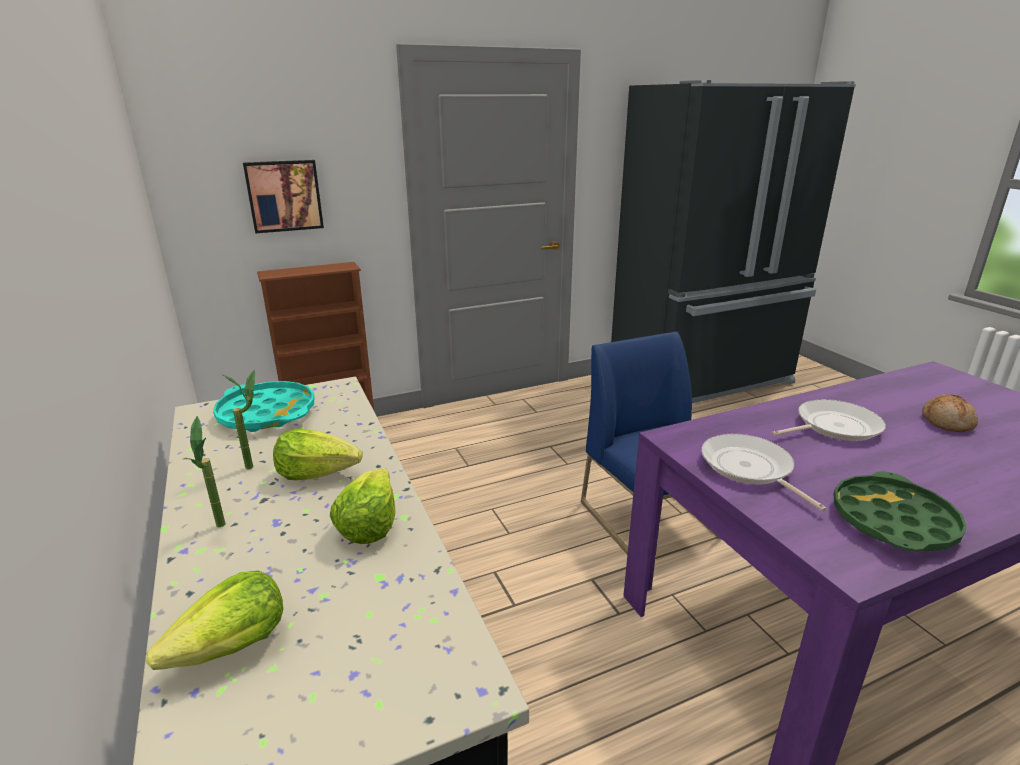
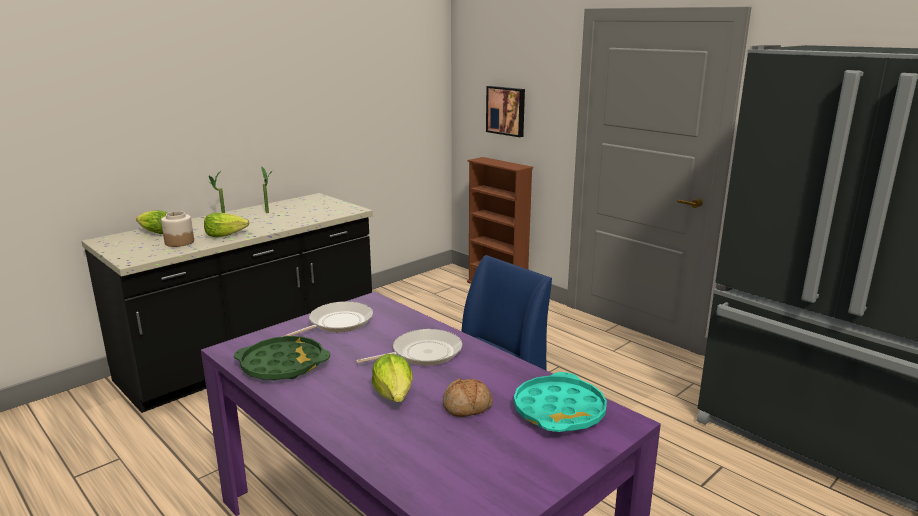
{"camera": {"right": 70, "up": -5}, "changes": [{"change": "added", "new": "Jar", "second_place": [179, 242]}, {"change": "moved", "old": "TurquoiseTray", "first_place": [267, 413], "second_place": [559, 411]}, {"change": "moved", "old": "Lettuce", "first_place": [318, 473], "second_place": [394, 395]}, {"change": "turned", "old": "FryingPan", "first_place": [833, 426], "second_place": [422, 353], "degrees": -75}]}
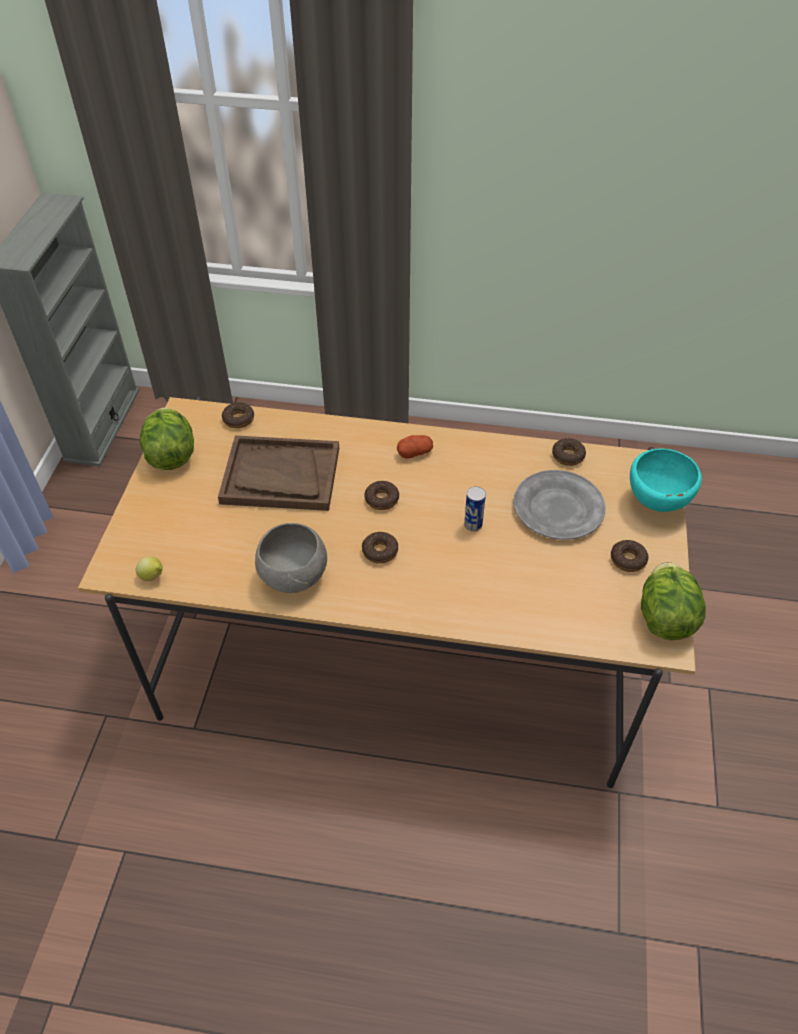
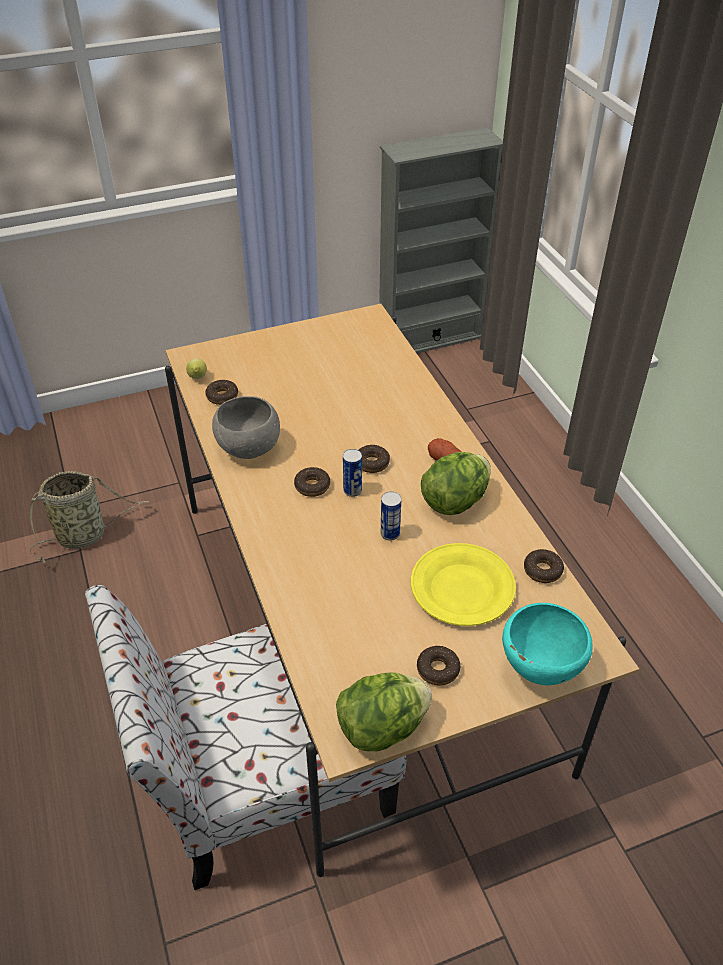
{"camera": {"right": 60, "up": -5}, "changes": [{"change": "removed", "old": "BrownTray", "first_place": [280, 476]}, {"change": "added", "new": "Basket", "second_place": [85, 535]}, {"change": "added", "new": "Chair", "second_place": [263, 776]}, {"change": "added", "new": "Can", "second_place": [352, 490]}, {"change": "moved", "old": "Lettuce", "first_place": [171, 455], "second_place": [455, 501]}, {"change": "moved", "old": "Donut", "first_place": [238, 419], "second_place": [222, 396]}, {"change": "recoloured", "old": "GreyPlate", "new": "YellowPlate", "first_place": [558, 509], "second_place": [461, 588]}]}
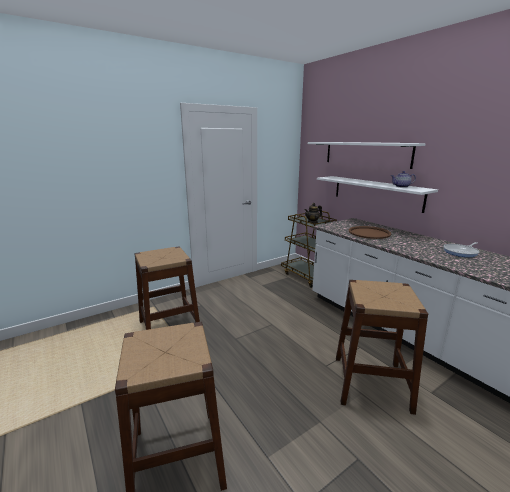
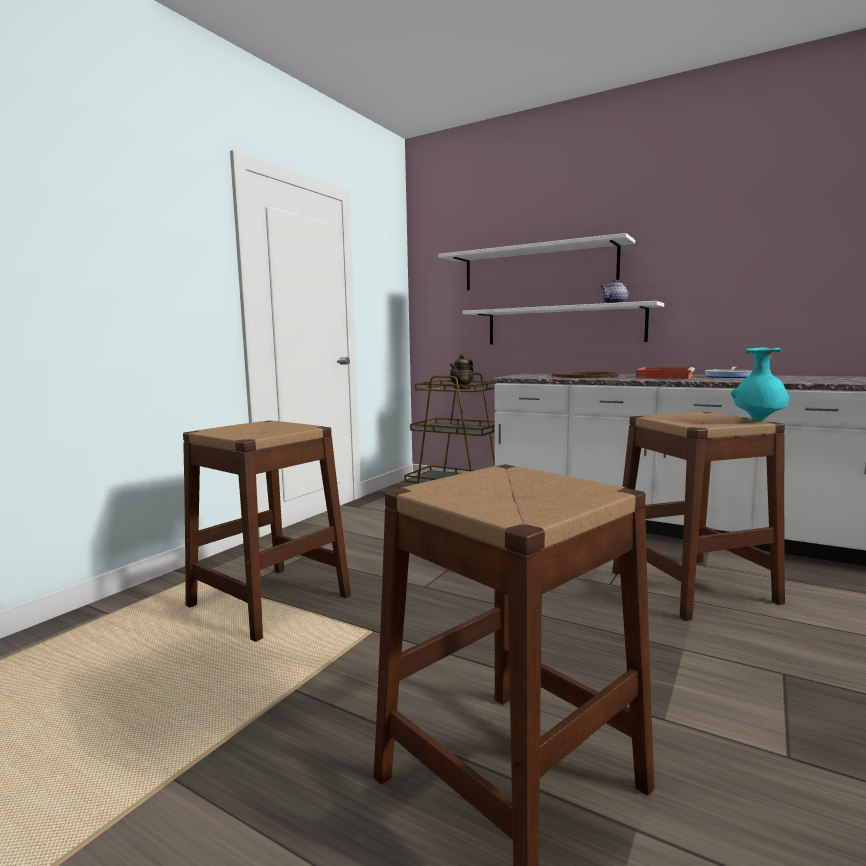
{"camera": {"right": -25, "up": -10}, "changes": [{"change": "added", "new": "RedTray", "second_place": [664, 376]}, {"change": "added", "new": "TurquoiseVase", "second_place": [758, 420]}]}
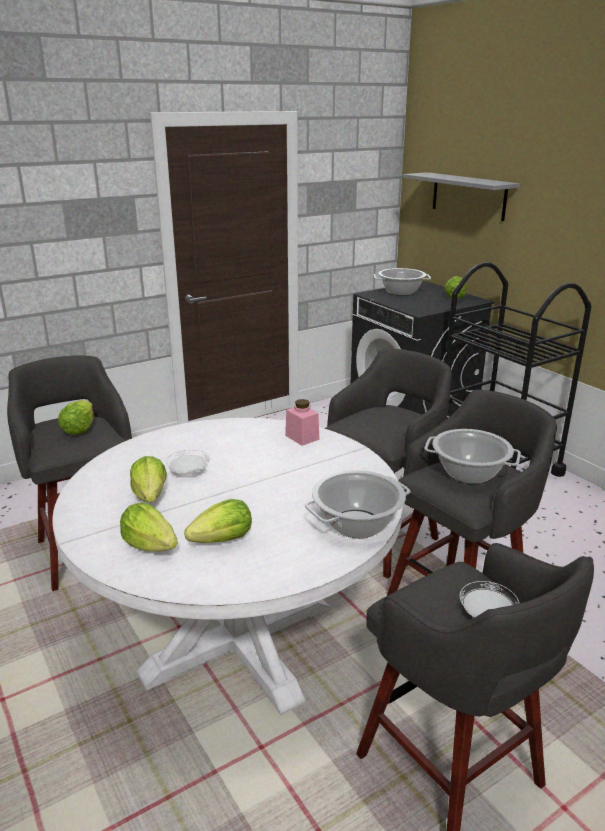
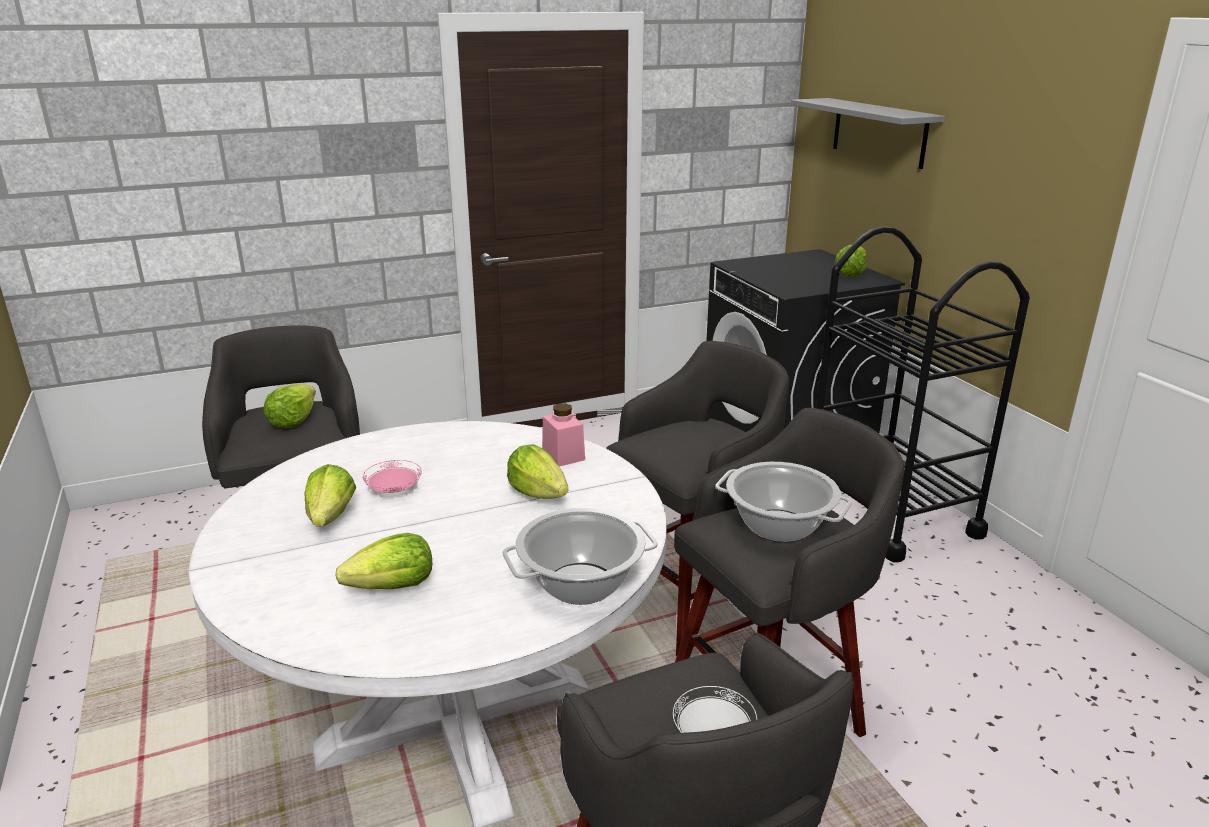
{"camera": {"right": 10, "up": 0}, "changes": [{"change": "removed", "old": "CookingPot", "first_place": [400, 292]}, {"change": "moved", "old": "Lettuce", "first_place": [150, 545], "second_place": [538, 493]}, {"change": "recoloured", "old": "WhitePlate", "new": "PinkPlate", "first_place": [189, 472], "second_place": [394, 490]}]}
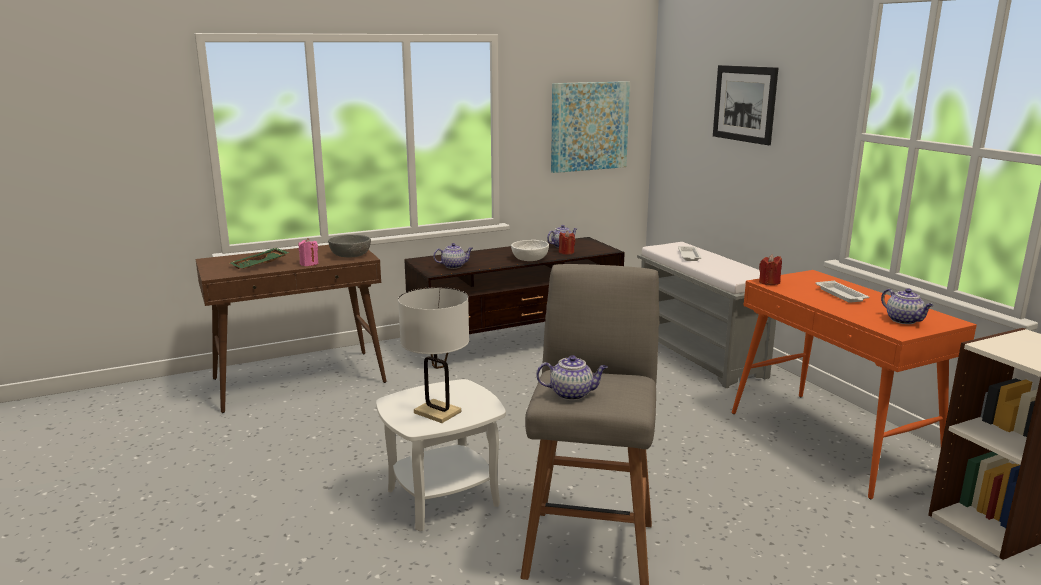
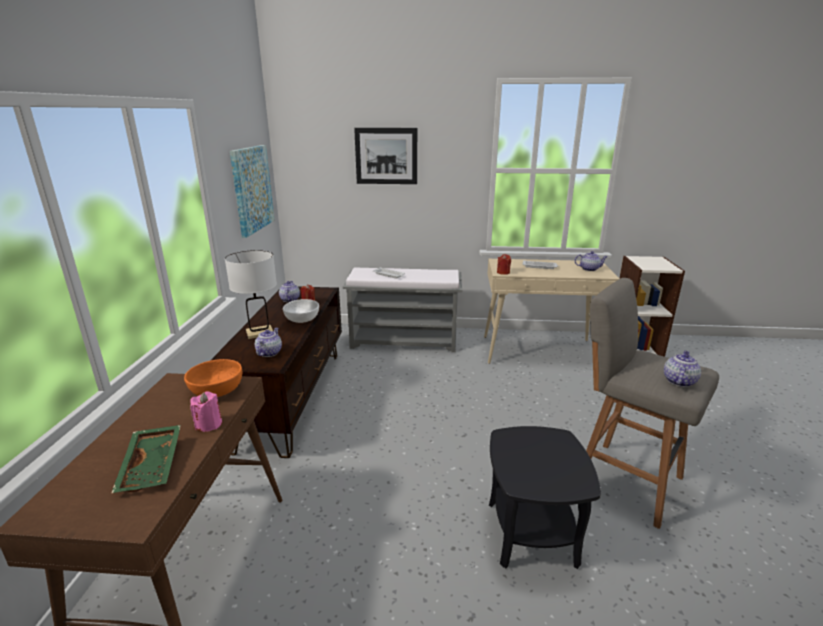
{"camera": {"right": -60, "up": 5}, "changes": [{"change": "moved", "old": "WhiteTableLamp", "first_place": [437, 412], "second_place": [260, 332]}, {"change": "recoloured", "old": "GreyBowl", "new": "OrangeBowl", "first_place": [350, 255], "second_place": [216, 390]}, {"change": "recoloured", "old": "WhiteSideTable", "new": "BlackSideTable", "first_place": [443, 498], "second_place": [531, 533]}, {"change": "recoloured", "old": "OrangeConsoleTable", "new": "BeigeConsoleTable", "first_place": [832, 441], "second_place": [540, 351]}]}
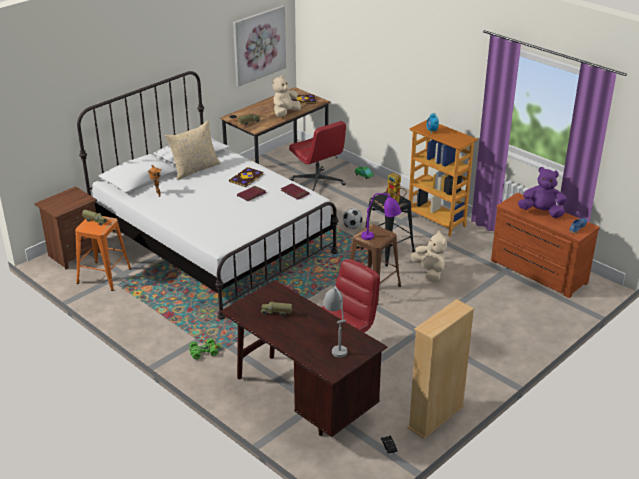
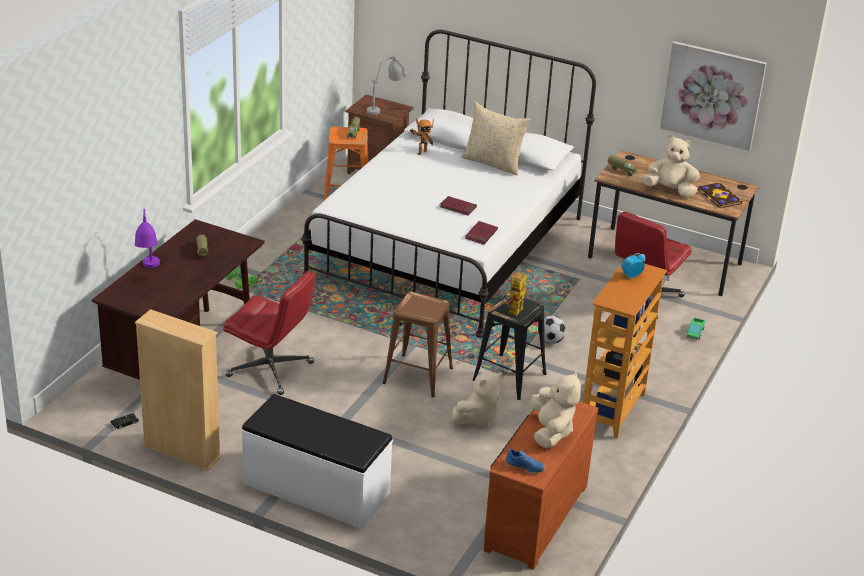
{"camera": {"right": 70, "up": 0}, "changes": [{"change": "removed", "old": "Book", "first_place": [246, 178]}, {"change": "added", "new": "WhiteBench", "second_place": [316, 489]}, {"change": "moved", "old": "GreyTableLamp", "first_place": [335, 341], "second_place": [386, 109]}, {"change": "moved", "old": "PurpleTableLamp", "first_place": [381, 238], "second_place": [149, 273]}, {"change": "recoloured", "old": "PurplePlushToy", "new": "BeigePlushToy", "first_place": [541, 212], "second_place": [551, 432]}]}
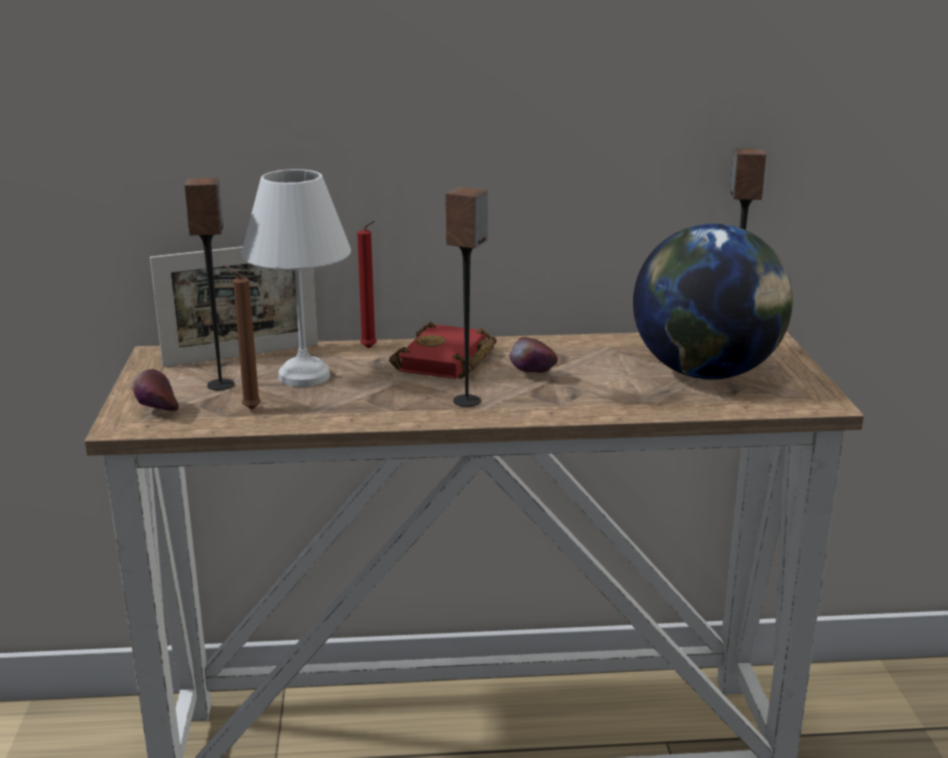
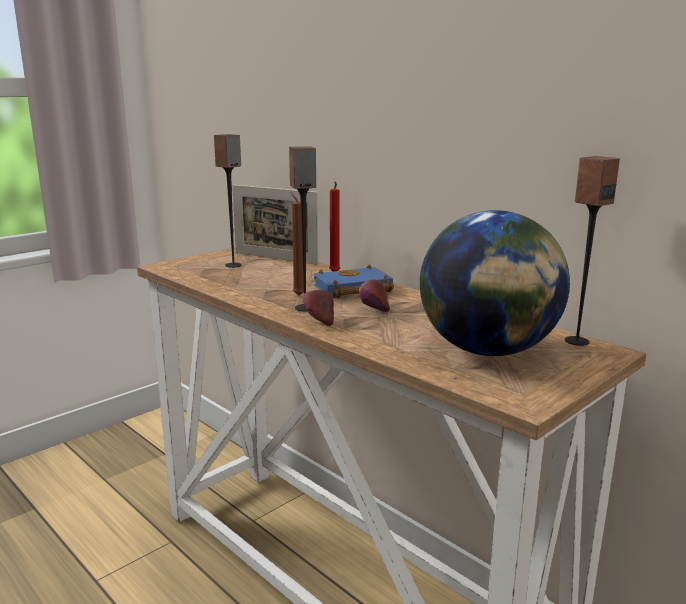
{"camera": {"right": 50, "up": -5}, "changes": [{"change": "removed", "old": "WhiteTableLamp", "first_place": [305, 377]}, {"change": "moved", "old": "Apple", "first_place": [157, 412], "second_place": [319, 323]}, {"change": "moved", "old": "BrownCandle", "first_place": [248, 409], "second_place": [297, 295]}, {"change": "recoloured", "old": "RedBook", "new": "BlueBook", "first_place": [447, 361], "second_place": [352, 290]}]}
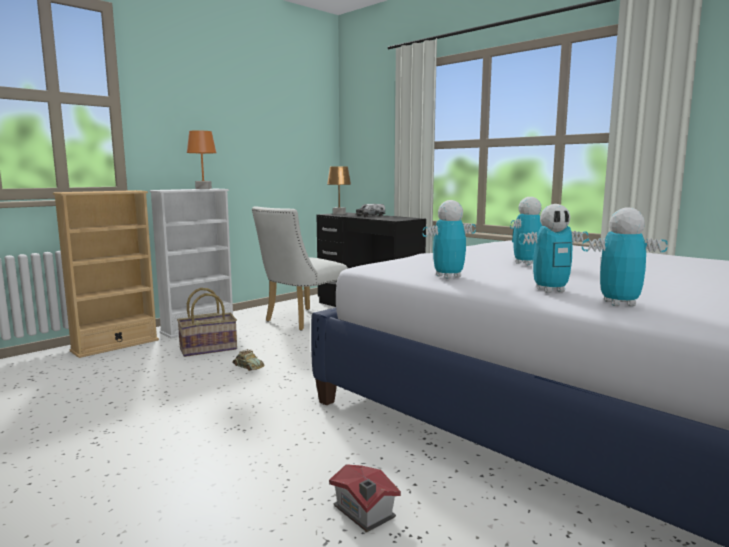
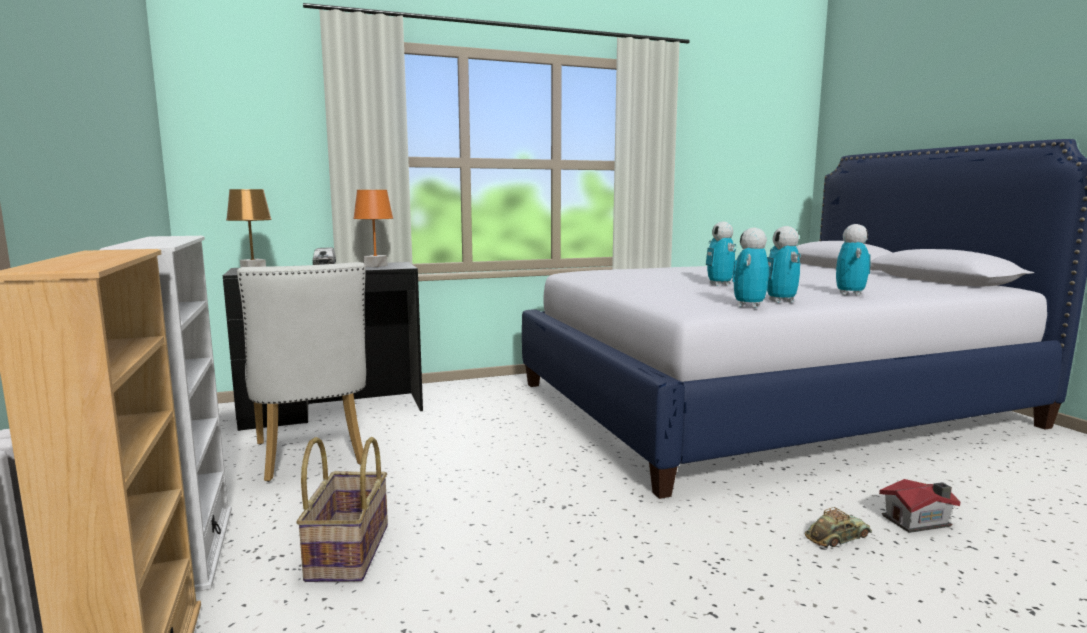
{"camera": {"right": -65, "up": 0}, "changes": [{"change": "moved", "old": "OrangeTableLamp", "first_place": [203, 188], "second_place": [375, 266]}, {"change": "moved", "old": "ToyCar", "first_place": [248, 366], "second_place": [837, 537]}, {"change": "moved", "old": "ToyRobot", "first_place": [619, 303], "second_place": [749, 306]}]}
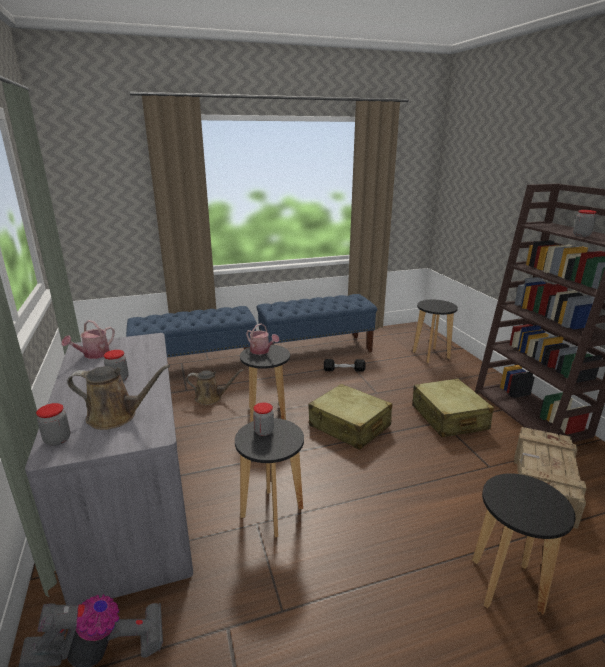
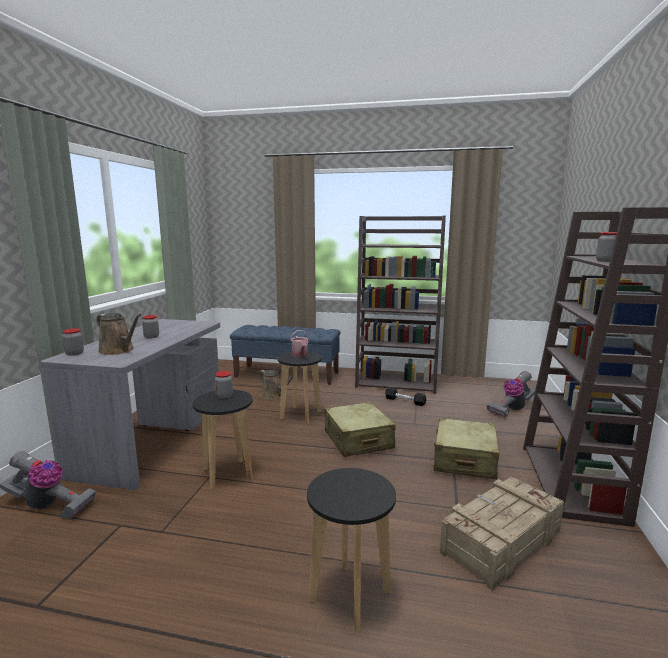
{"camera": {"right": 30, "up": -10}, "changes": [{"change": "removed", "old": "WateringCan", "first_place": [93, 355]}, {"change": "replaced", "old": "BlueBench", "new": "BrownBookcase", "first_place": [316, 350], "second_place": [397, 383]}, {"change": "replaced", "old": "BlackStool", "new": "VacuumCleaner", "first_place": [431, 355], "second_place": [512, 409]}]}
